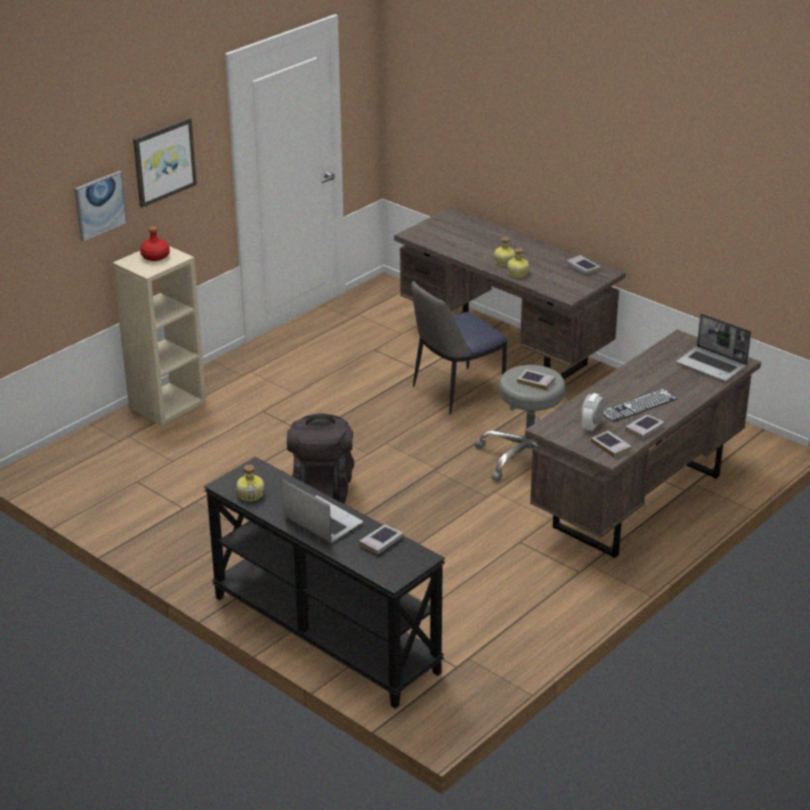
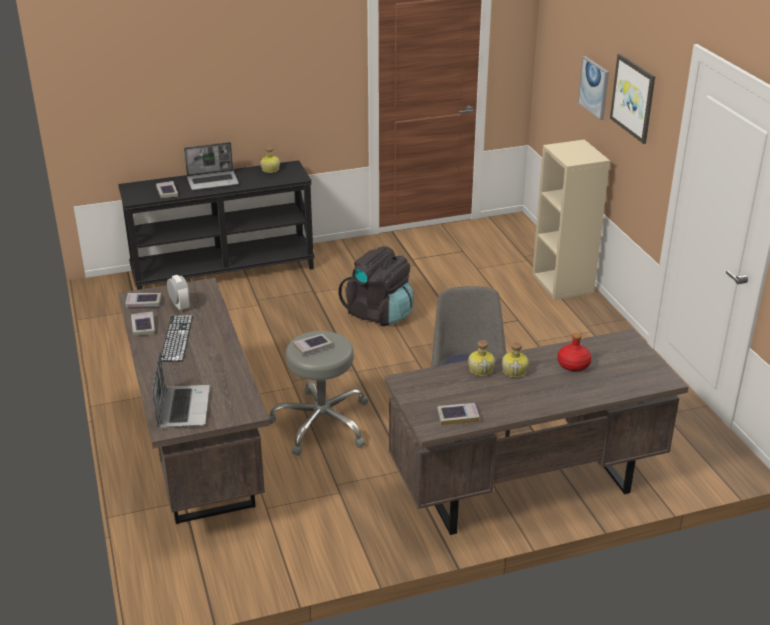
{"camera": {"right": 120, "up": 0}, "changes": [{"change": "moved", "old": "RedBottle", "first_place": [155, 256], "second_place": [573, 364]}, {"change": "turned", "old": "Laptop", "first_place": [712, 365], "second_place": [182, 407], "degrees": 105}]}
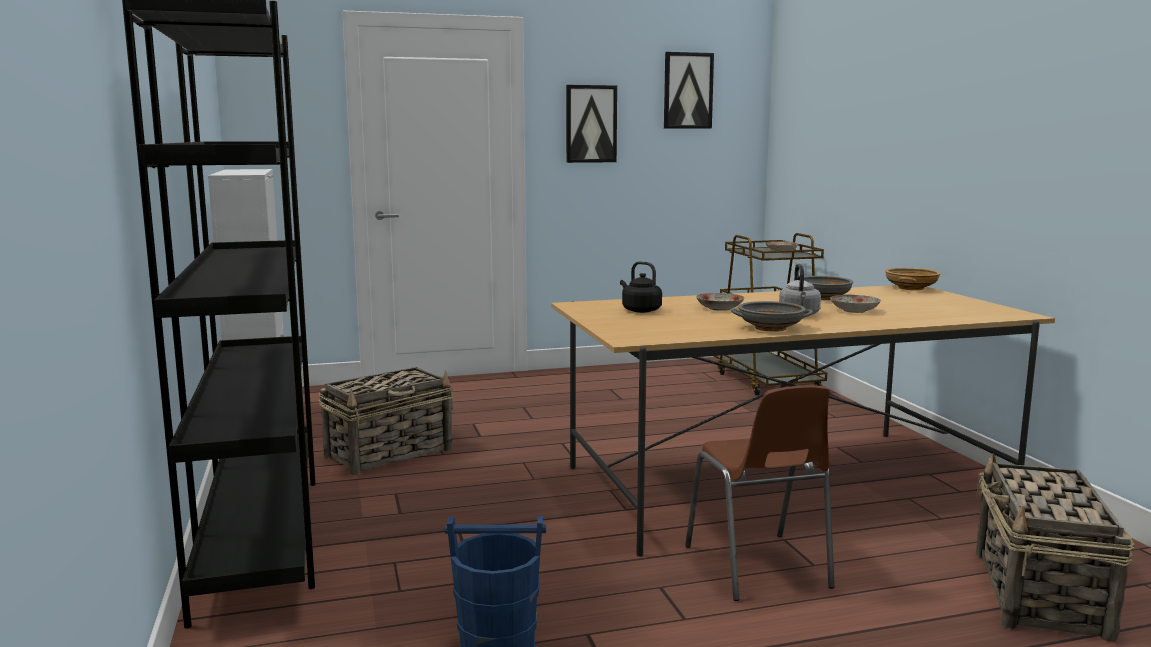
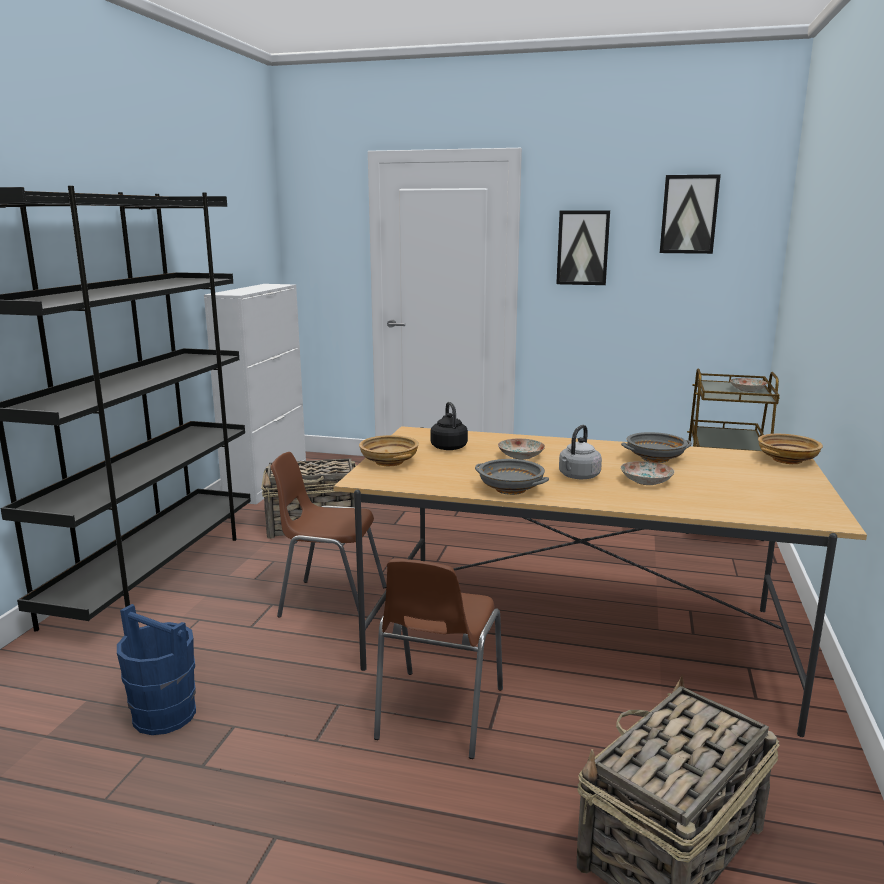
{"camera": {"right": 30, "up": 5}, "changes": [{"change": "added", "new": "BrownChair", "second_place": [330, 601]}, {"change": "added", "new": "BeigeBowl", "second_place": [388, 462]}]}
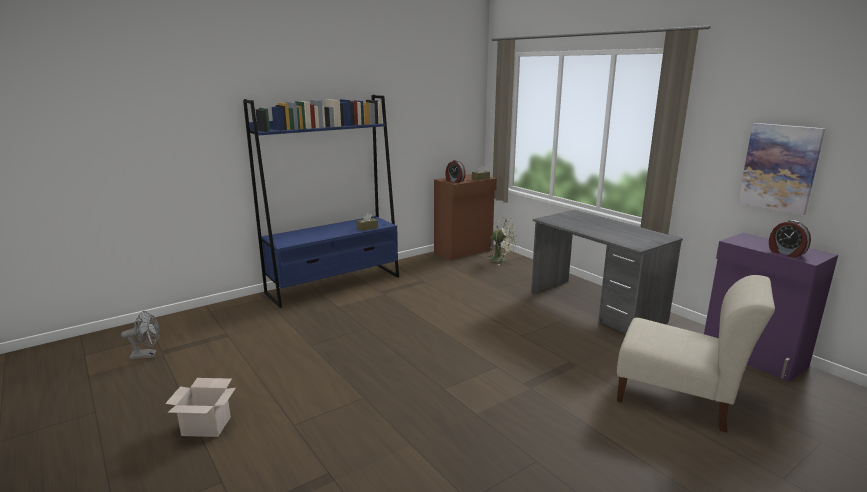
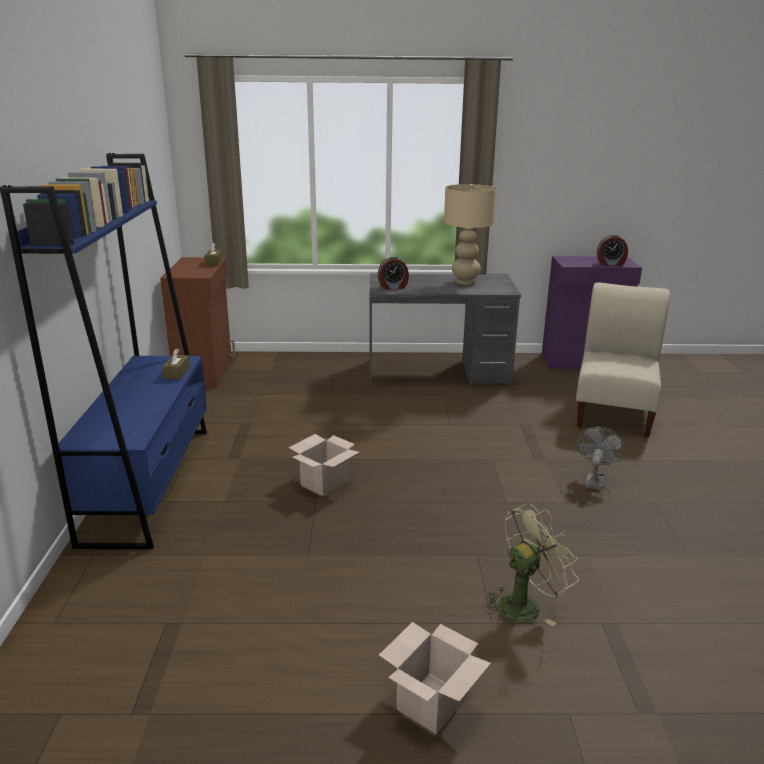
{"camera": {"right": -55, "up": 5}, "changes": [{"change": "removed", "old": "Picture", "first_place": [779, 167]}, {"change": "added", "new": "CardboardBox", "second_place": [325, 482]}, {"change": "added", "new": "BeigeTableLamp", "second_place": [465, 282]}, {"change": "moved", "old": "GreyFan", "first_place": [147, 355], "second_place": [594, 480]}, {"change": "moved", "old": "AlarmClock", "first_place": [454, 181], "second_place": [393, 287]}, {"change": "moved", "old": "GreenFan", "first_place": [501, 260], "second_place": [525, 604]}, {"change": "turned", "old": "BeigeChair", "first_place": [679, 398], "second_place": [614, 411], "degrees": -45}]}
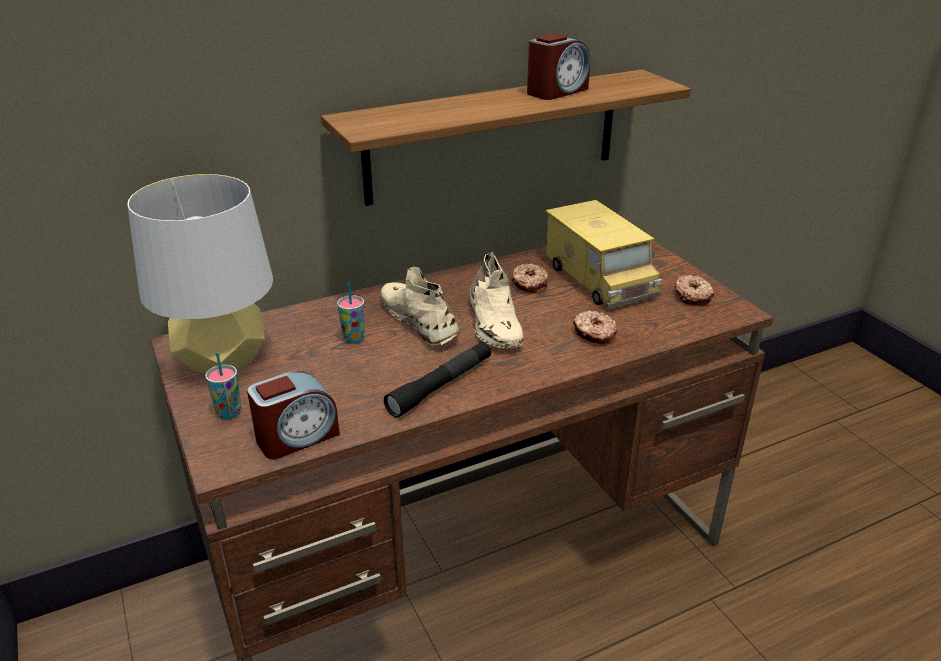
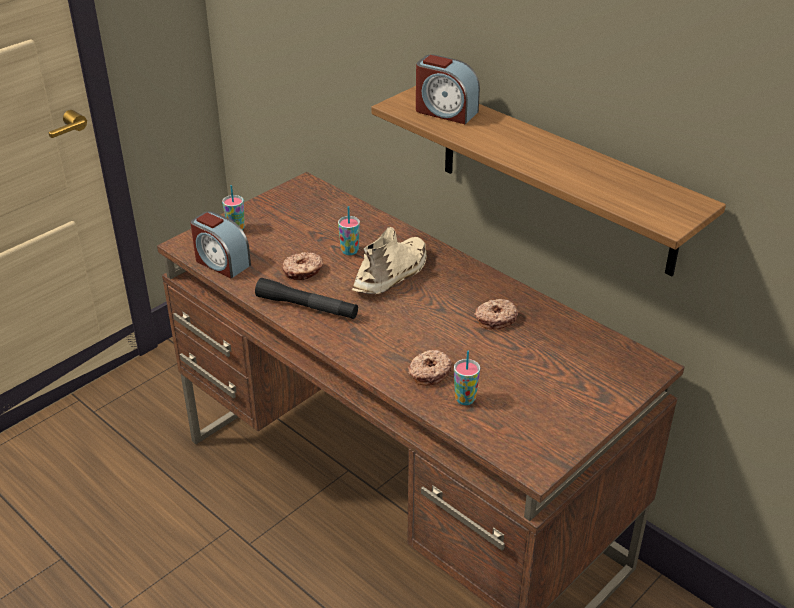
{"camera": {"right": 70, "up": 5}, "changes": [{"change": "removed", "old": "GreyTableLamp", "first_place": [222, 362]}, {"change": "removed", "old": "BeigeShoe", "first_place": [493, 323]}, {"change": "removed", "old": "ToyTruck", "first_place": [599, 278]}, {"change": "added", "new": "Cup", "second_place": [465, 399]}, {"change": "moved", "old": "AlarmClock", "first_place": [556, 91], "second_place": [445, 111]}, {"change": "moved", "old": "Donut", "first_place": [693, 296], "second_place": [303, 271]}]}
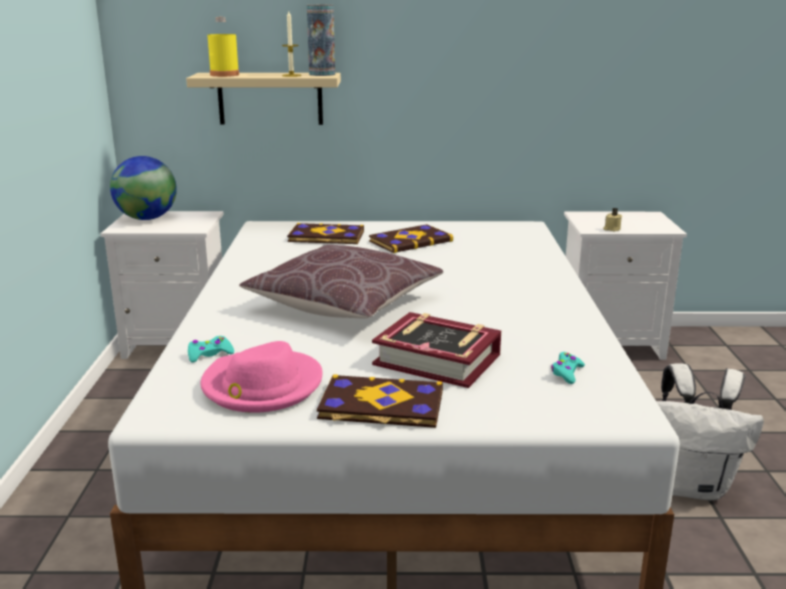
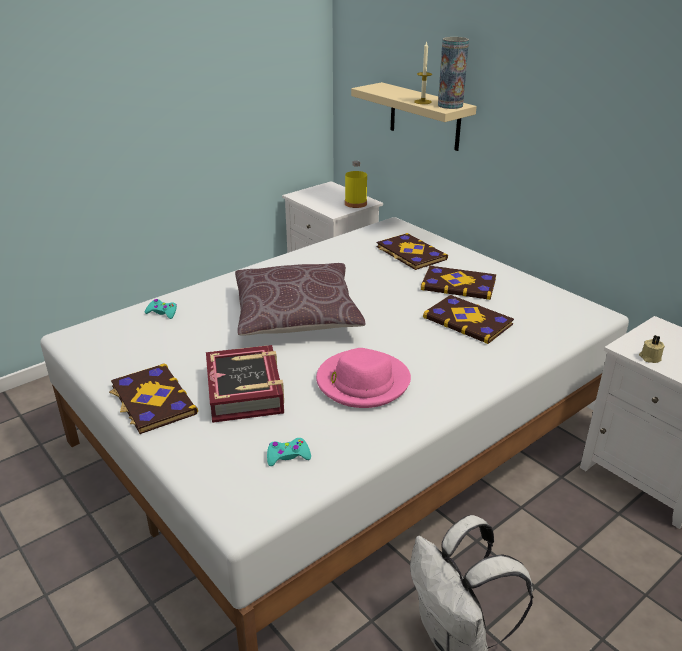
{"camera": {"right": 50, "up": 10}, "changes": [{"change": "removed", "old": "Globe", "first_place": [147, 218]}, {"change": "added", "new": "Book", "second_place": [468, 321]}, {"change": "moved", "old": "PinkHat", "first_place": [261, 386], "second_place": [362, 382]}, {"change": "moved", "old": "YellowBottle", "first_place": [224, 75], "second_place": [355, 203]}]}
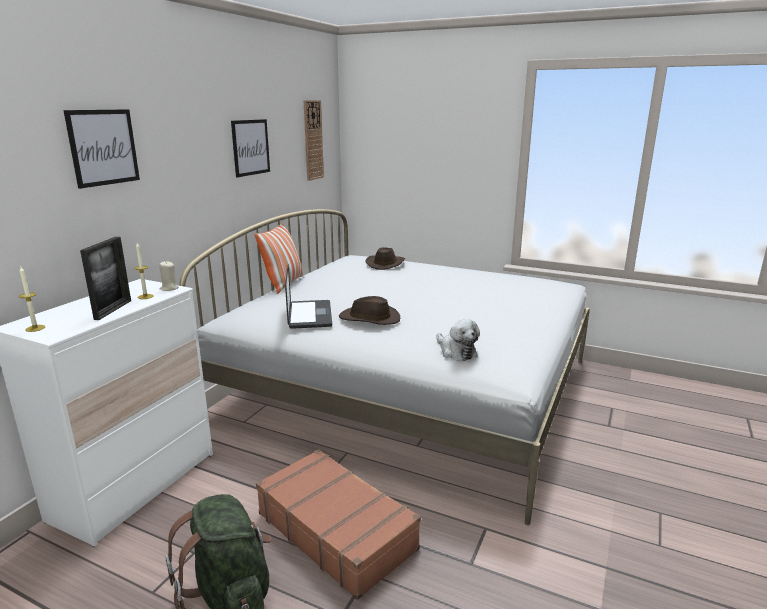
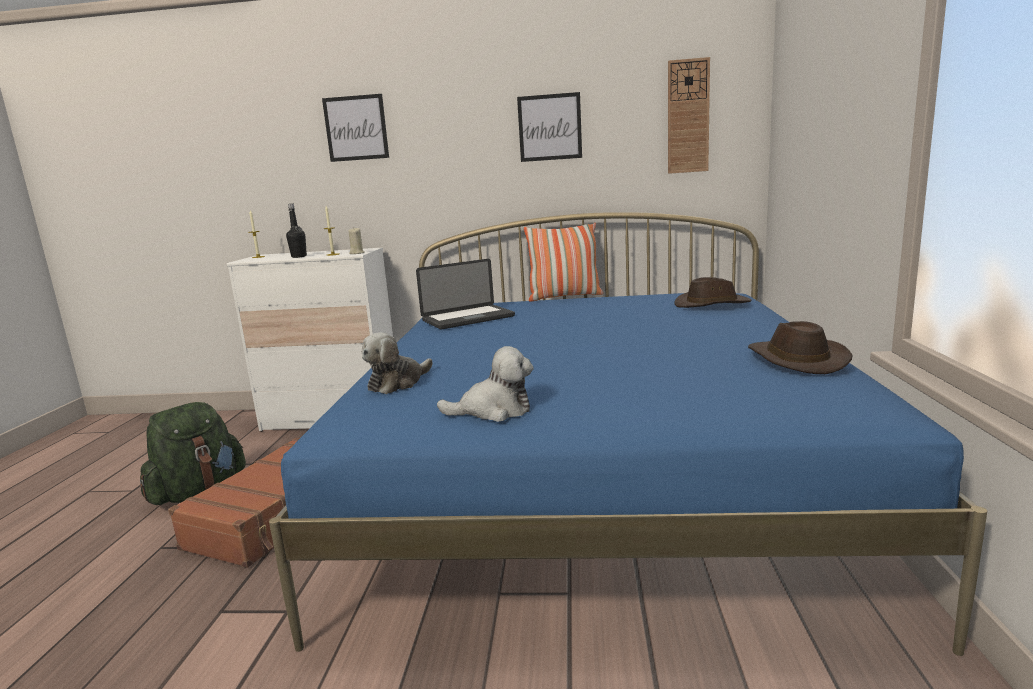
{"camera": {"right": 70, "up": -5}, "changes": [{"change": "added", "new": "PlushToy", "second_place": [493, 410]}, {"change": "moved", "old": "BrownHat", "first_place": [369, 319], "second_place": [795, 359]}, {"change": "replaced", "old": "PictureFrame", "new": "BlackBottle", "first_place": [113, 310], "second_place": [299, 256]}, {"change": "recoloured", "old": "WhiteBed", "new": "BlueBed", "first_place": [408, 389], "second_place": [597, 482]}]}
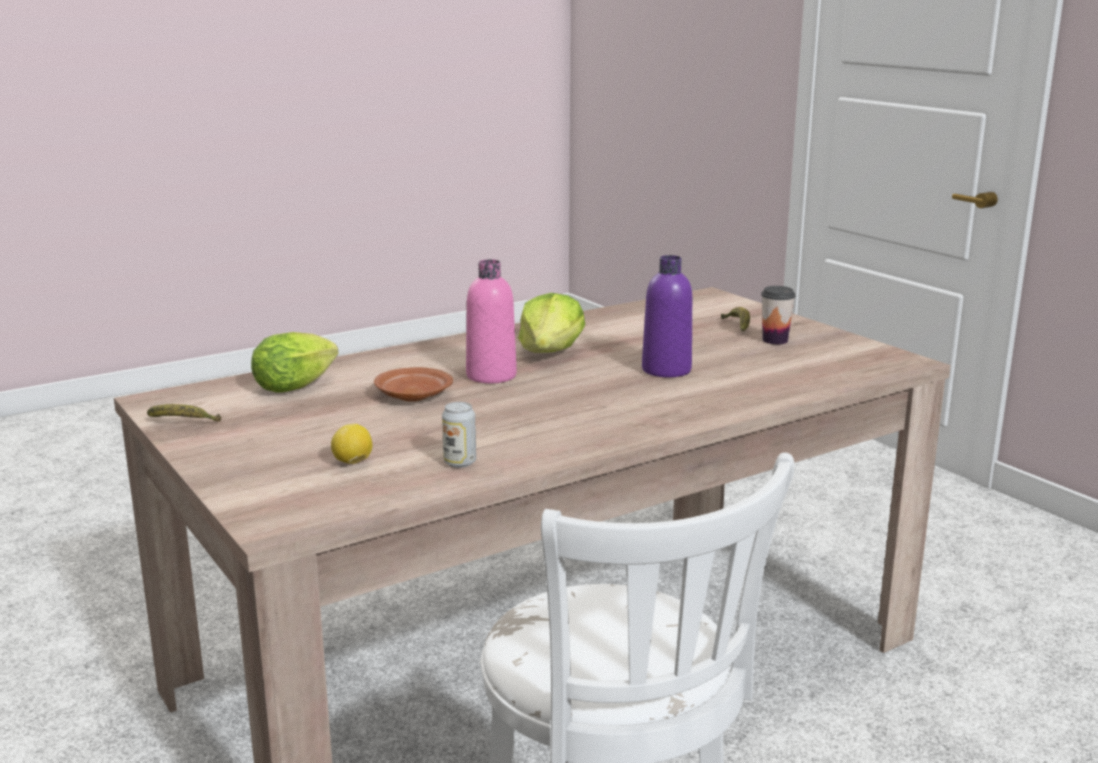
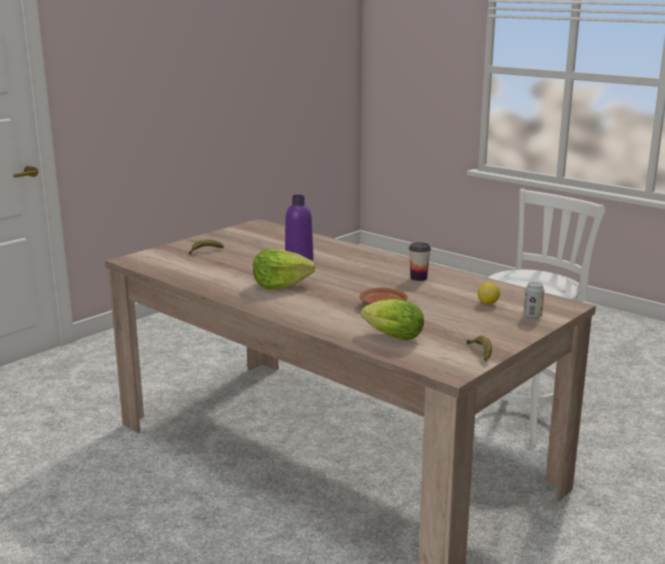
{"camera": {"right": -105, "up": 0}, "changes": [{"change": "removed", "old": "PinkBottle", "first_place": [491, 376]}, {"change": "moved", "old": "Can", "first_place": [460, 462], "second_place": [532, 316]}, {"change": "moved", "old": "Cup", "first_place": [775, 340], "second_place": [418, 278]}]}
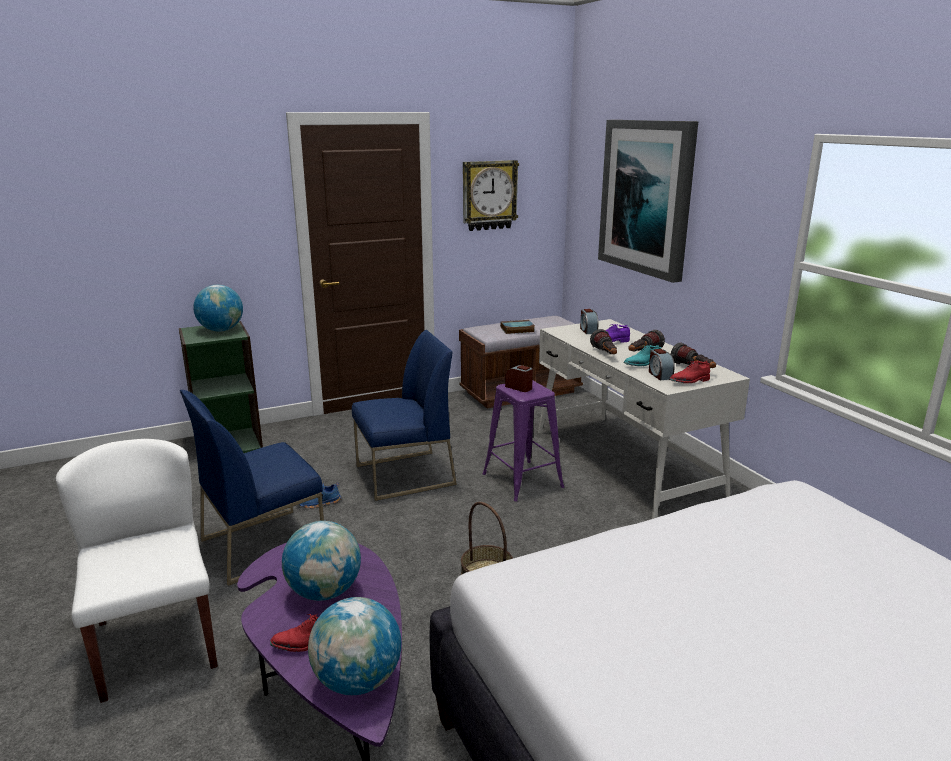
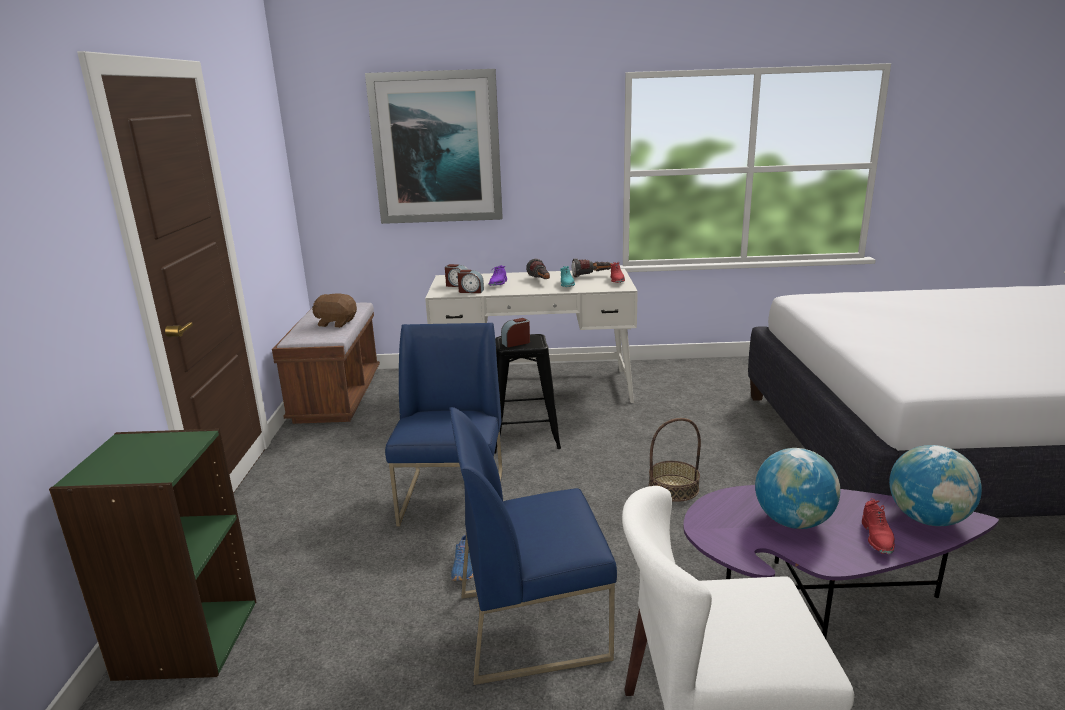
{"camera": {"right": -65, "up": 0}, "changes": [{"change": "removed", "old": "Globe", "first_place": [221, 330]}, {"change": "removed", "old": "WallClock", "first_place": [489, 195]}, {"change": "removed", "old": "Flashlight", "first_place": [605, 354]}, {"change": "moved", "old": "AlarmClock", "first_place": [659, 375], "second_place": [471, 291]}, {"change": "replaced", "old": "Book", "new": "BrownPlushToy", "first_place": [516, 329], "second_place": [336, 323]}, {"change": "recoloured", "old": "PurpleStool", "new": "BlackStool", "first_place": [522, 480], "second_place": [524, 437]}, {"change": "turned", "old": "BlueChair", "first_place": [263, 544], "second_place": [533, 625], "degrees": 90}]}
